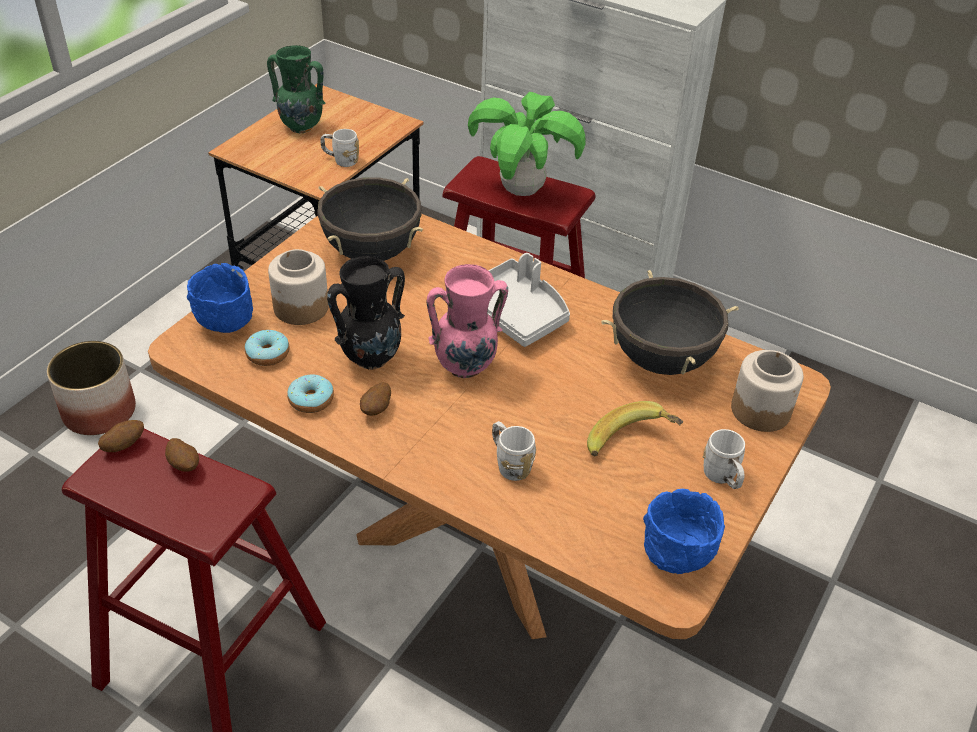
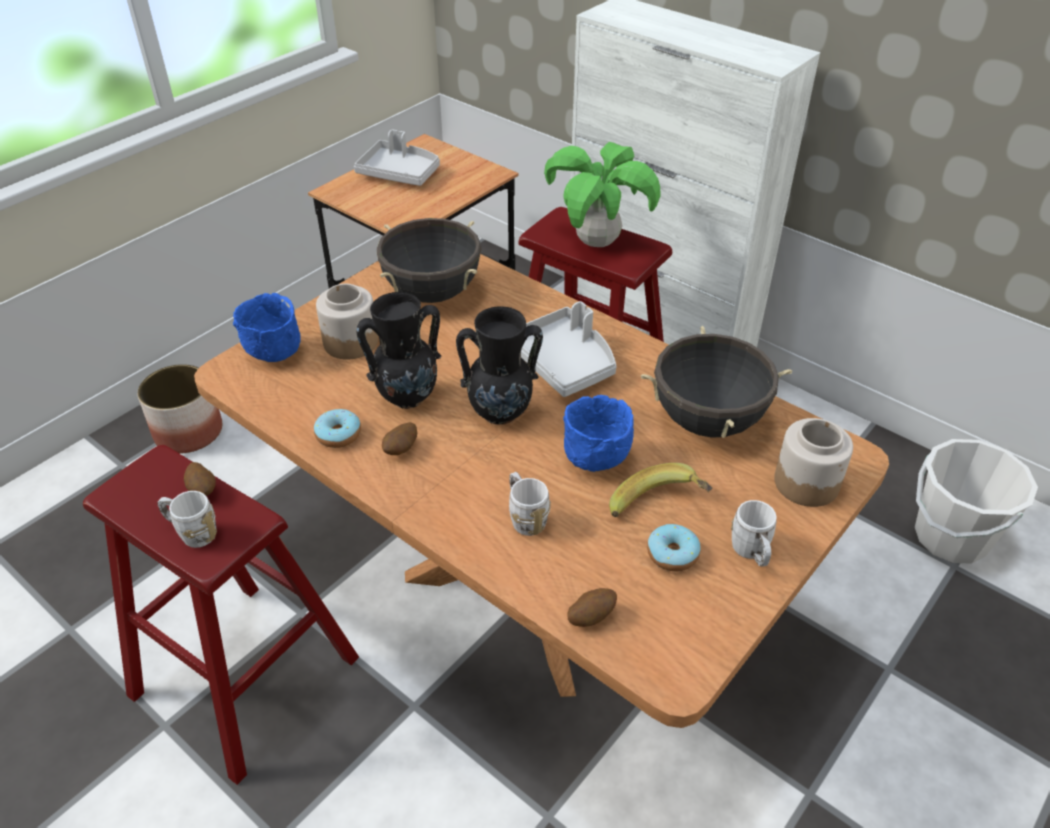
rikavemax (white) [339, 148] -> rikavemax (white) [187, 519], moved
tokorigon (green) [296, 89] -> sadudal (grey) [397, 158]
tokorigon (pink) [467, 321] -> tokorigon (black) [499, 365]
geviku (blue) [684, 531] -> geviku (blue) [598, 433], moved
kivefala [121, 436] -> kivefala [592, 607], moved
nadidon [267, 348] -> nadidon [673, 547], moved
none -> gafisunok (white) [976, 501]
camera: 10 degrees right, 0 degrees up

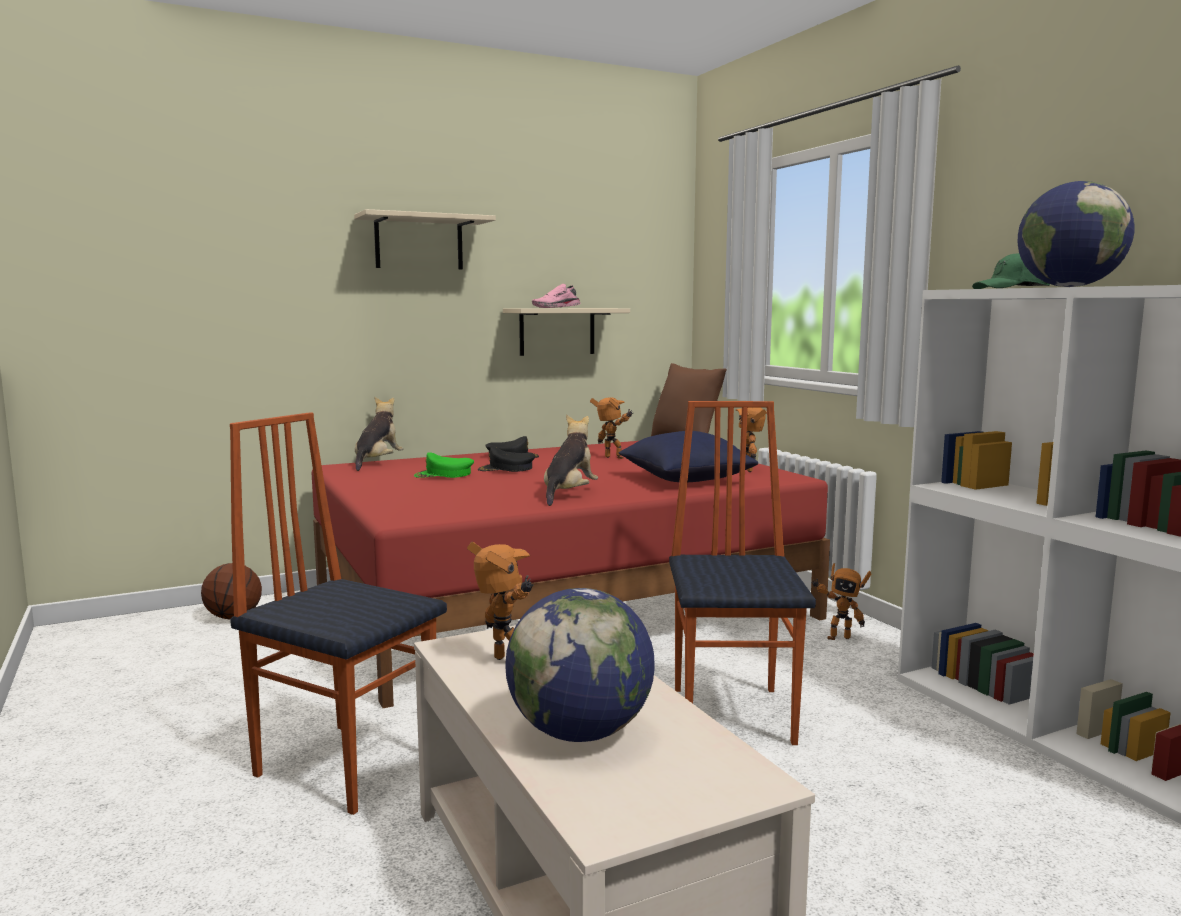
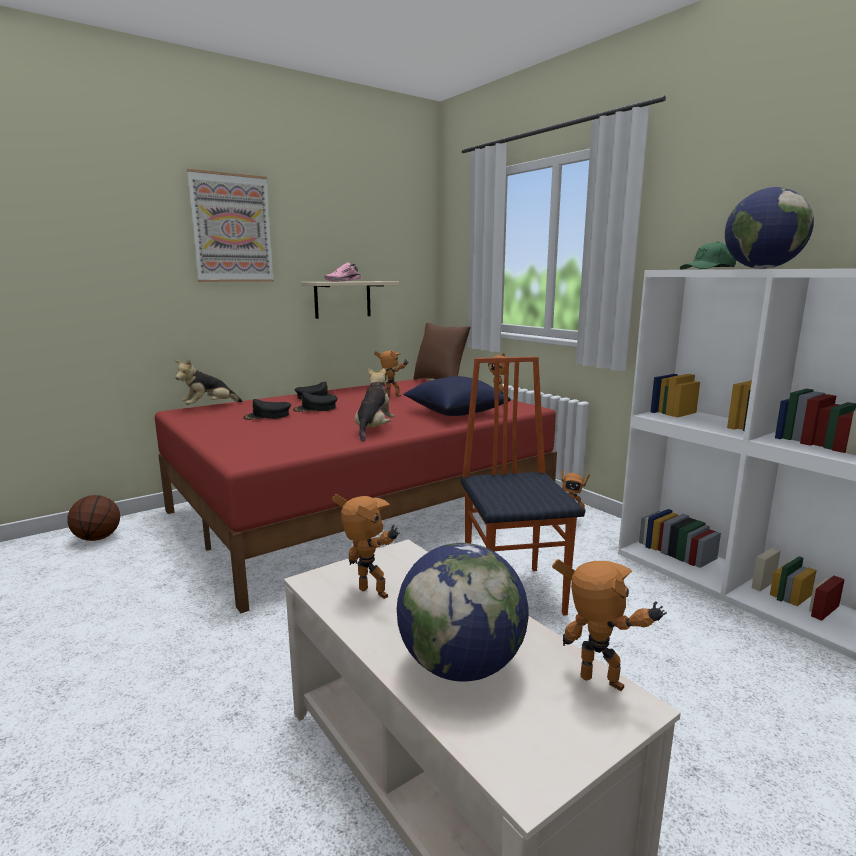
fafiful [379, 434] -> fafiful [209, 382], 135 degrees counterclockwise
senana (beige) [425, 239] -> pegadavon [230, 225]
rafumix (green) [444, 465] -> rafumix (black) [267, 409]
none -> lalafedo [609, 625]
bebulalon [338, 613] -> none
camera: 10 degrees left, 5 degrees up

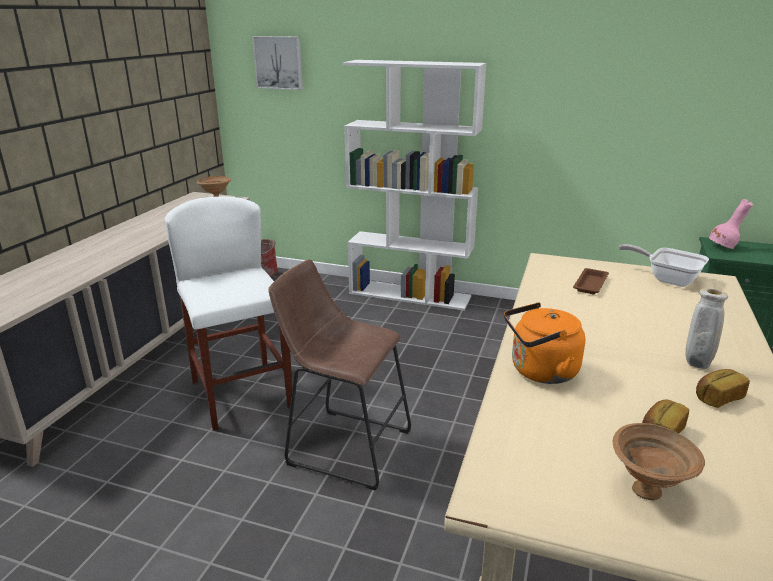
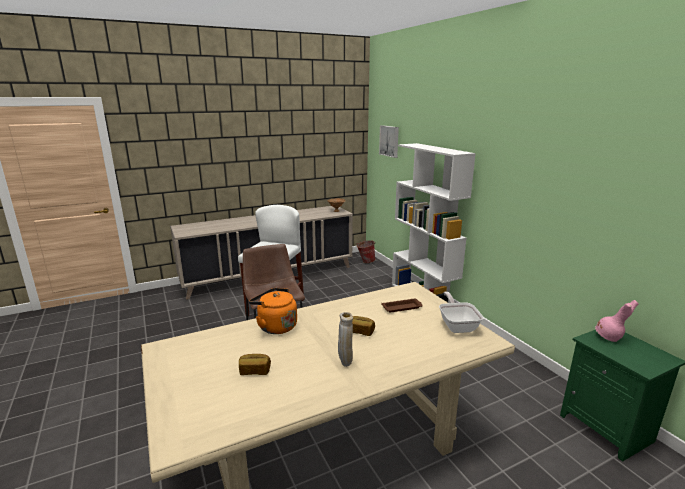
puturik [723, 388] -> puturik [363, 326], moved
geviku (brown) [659, 461] -> none
camera: 45 degrees right, 5 degrees down

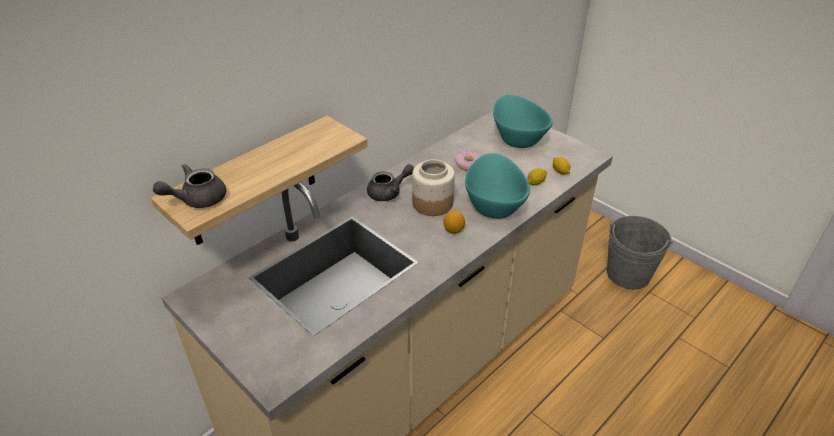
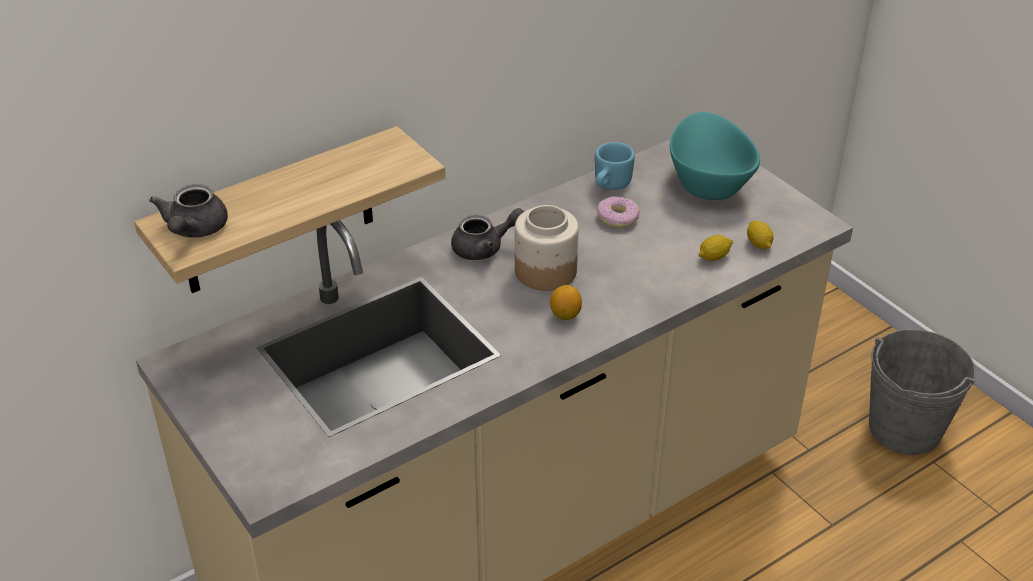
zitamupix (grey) [189, 186] -> zitamupix (grey) [188, 211], 60 degrees counterclockwise
none -> rikavemax (blue) [615, 166]
geviku (turquoise) [497, 186] -> none
camera: 10 degrees right, 0 degrees up

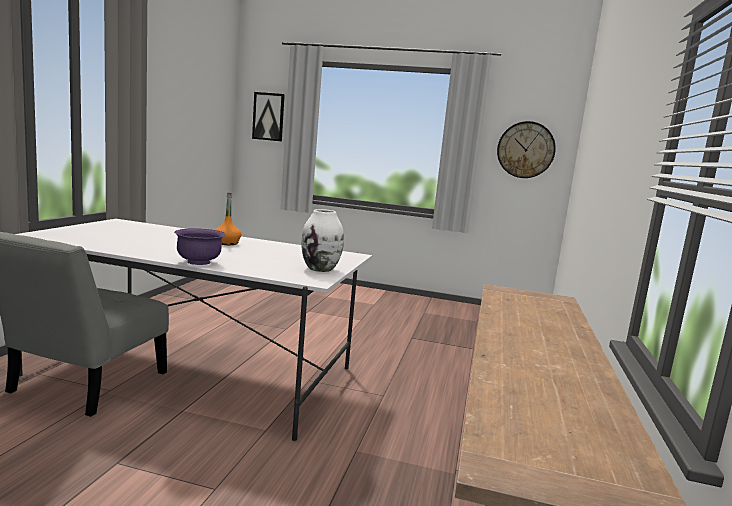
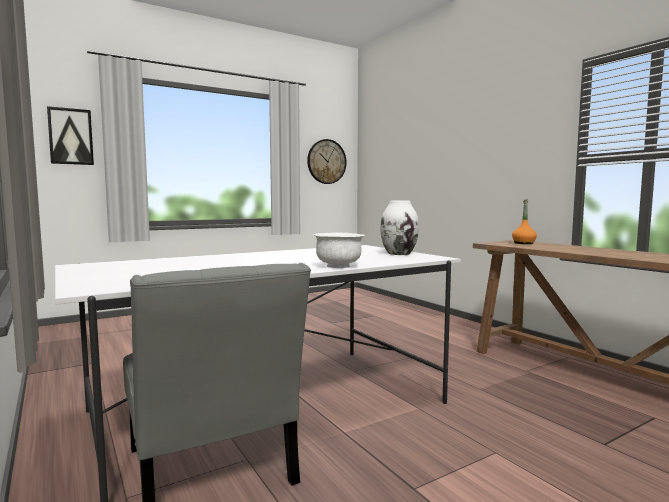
geviku (purple) [199, 246] -> geviku (white) [339, 250]
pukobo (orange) [228, 219] -> pukobo (orange) [524, 221], moved
camera: 45 degrees left, 5 degrees down

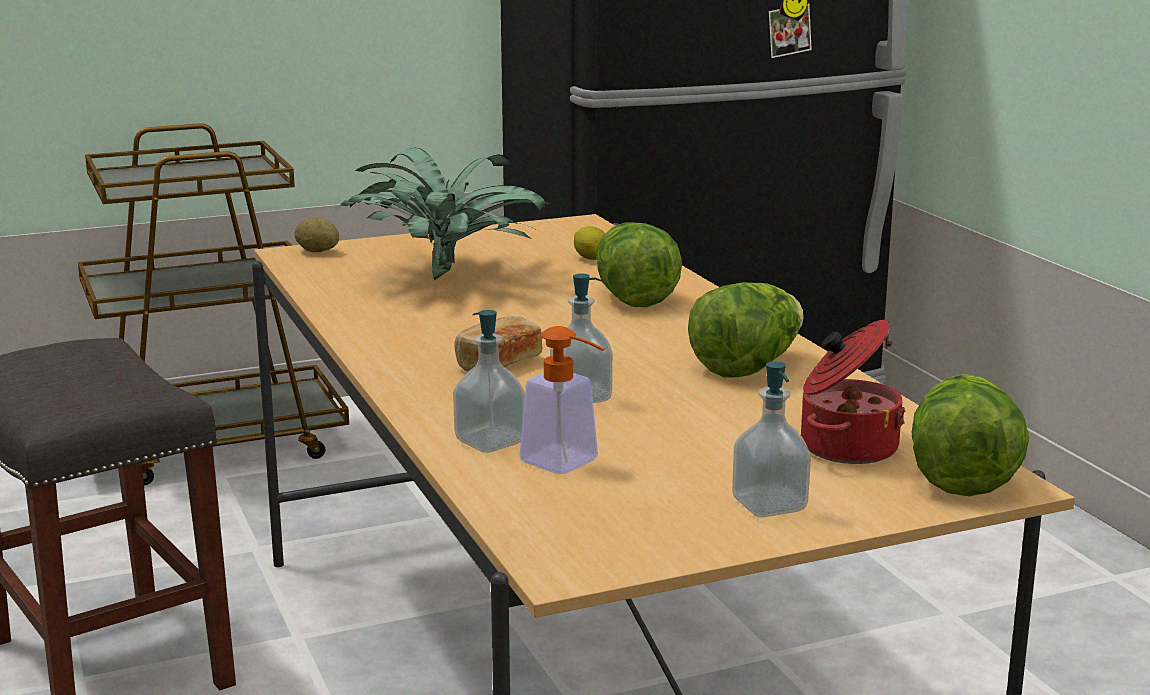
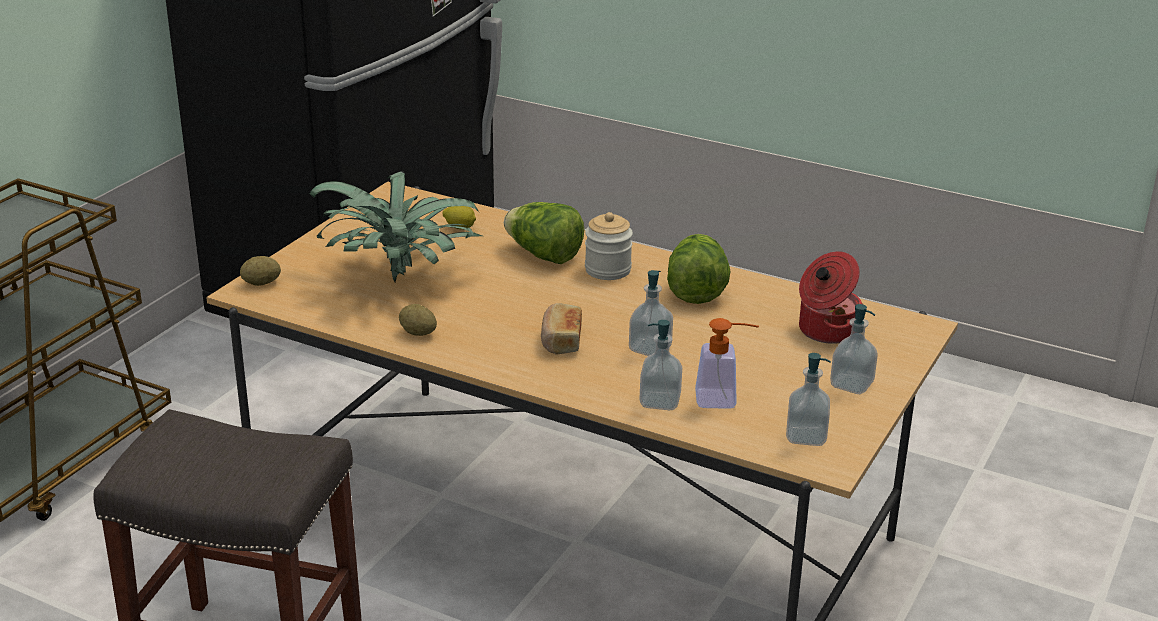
none -> kivefala [418, 320]
none -> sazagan [609, 246]
none -> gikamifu [808, 399]
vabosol [970, 435] -> none
camera: 40 degrees left, 10 degrees up

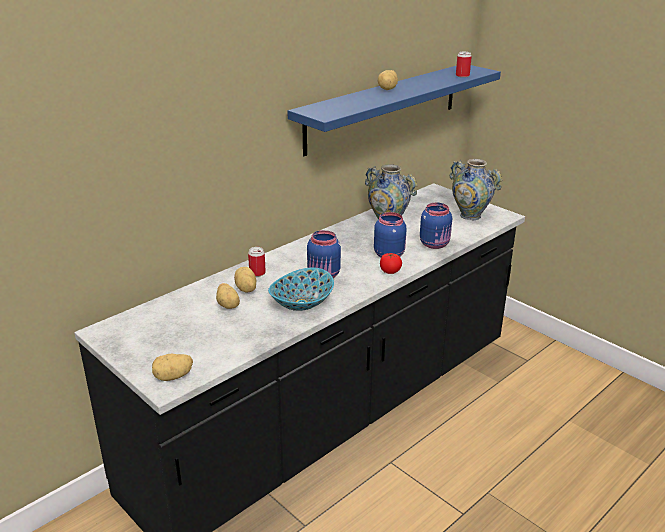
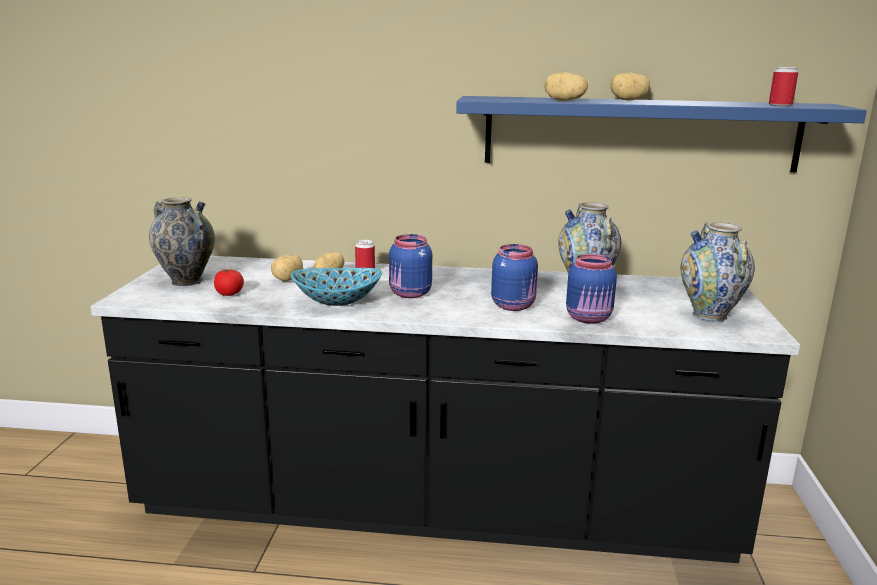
none -> tokorigon [182, 241]
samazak [391, 263] -> samazak [229, 282], moved
kivefala [172, 367] -> kivefala [566, 86], moved
camera: 50 degrees right, 10 degrees down

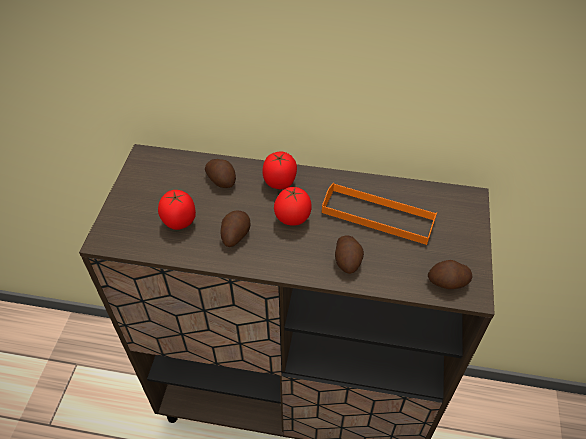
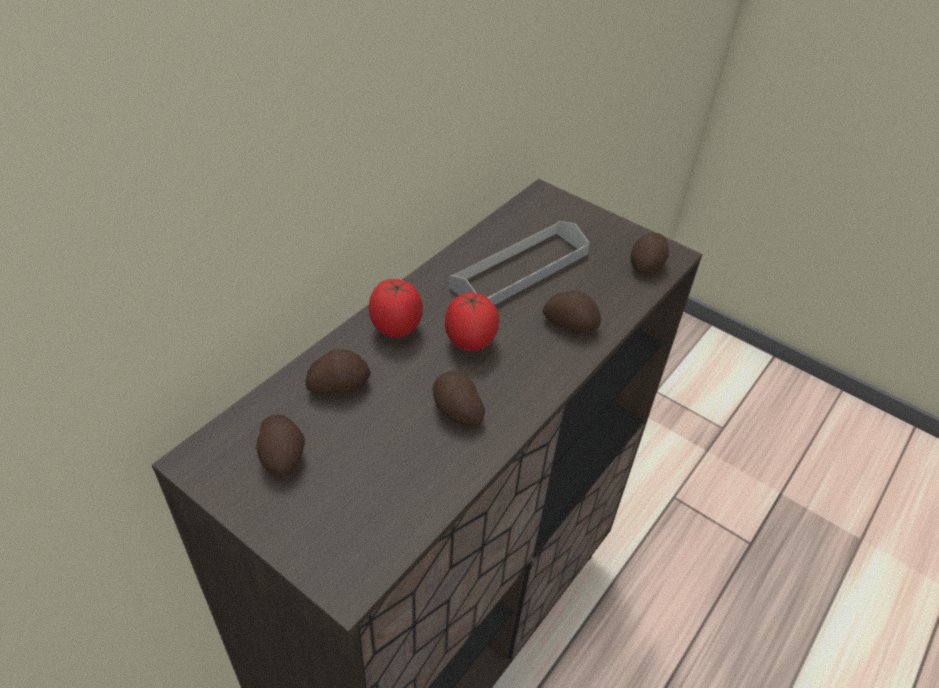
none -> kivefala [280, 446]
sadudal (orange) [379, 214] -> sadudal (grey) [519, 263]
samazak [177, 210] -> none
camera: 65 degrees left, 5 degrees down

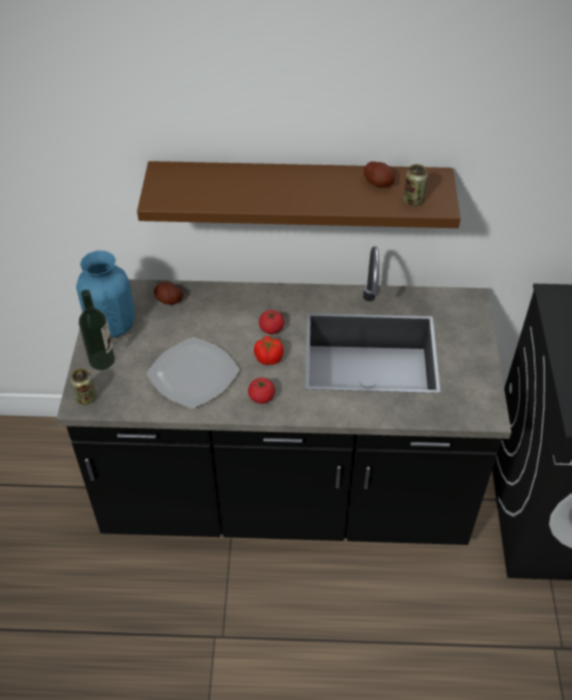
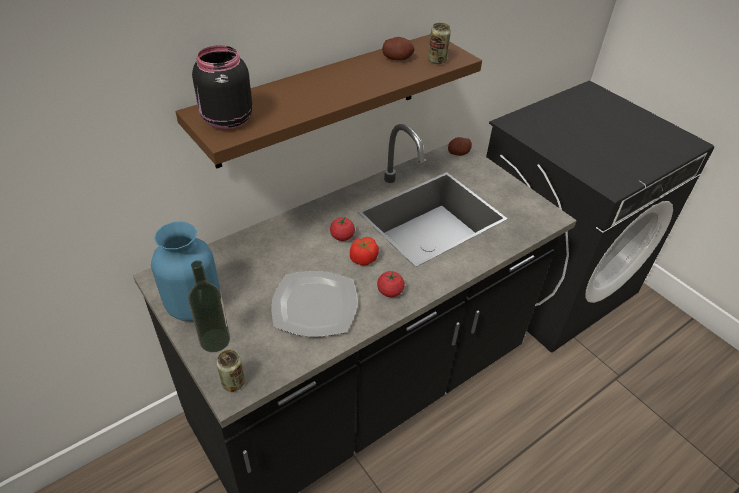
none -> sazagan (black) [222, 87]
kivefala [168, 293] -> kivefala [460, 146], moved
camera: 40 degrees left, 5 degrees down

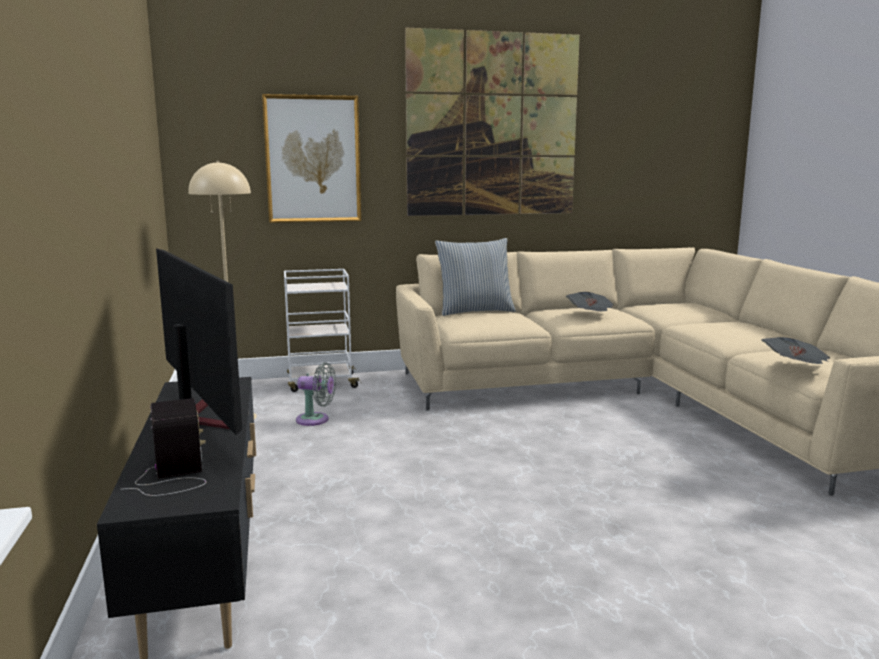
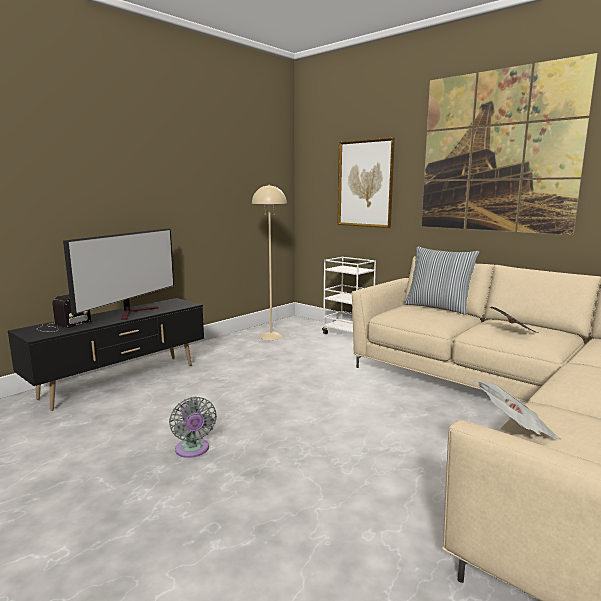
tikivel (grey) [316, 394] -> tikivel (grey) [193, 427], moved
camera: 55 degrees right, 0 degrees up

